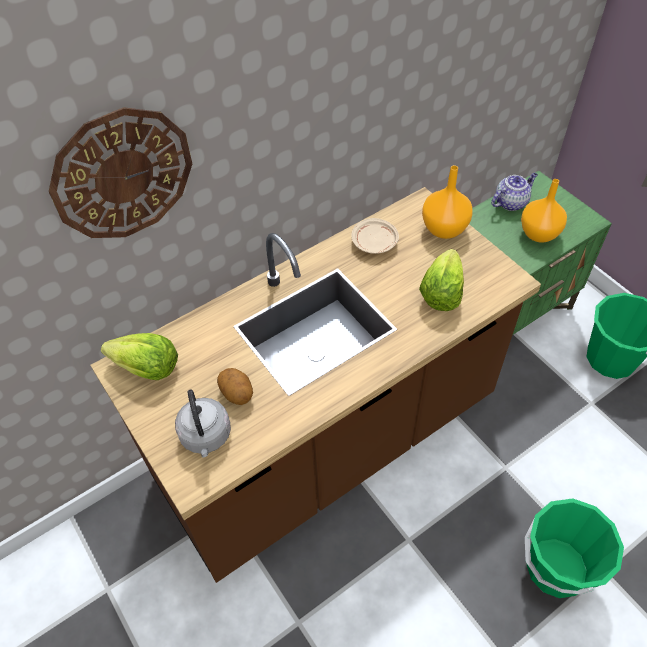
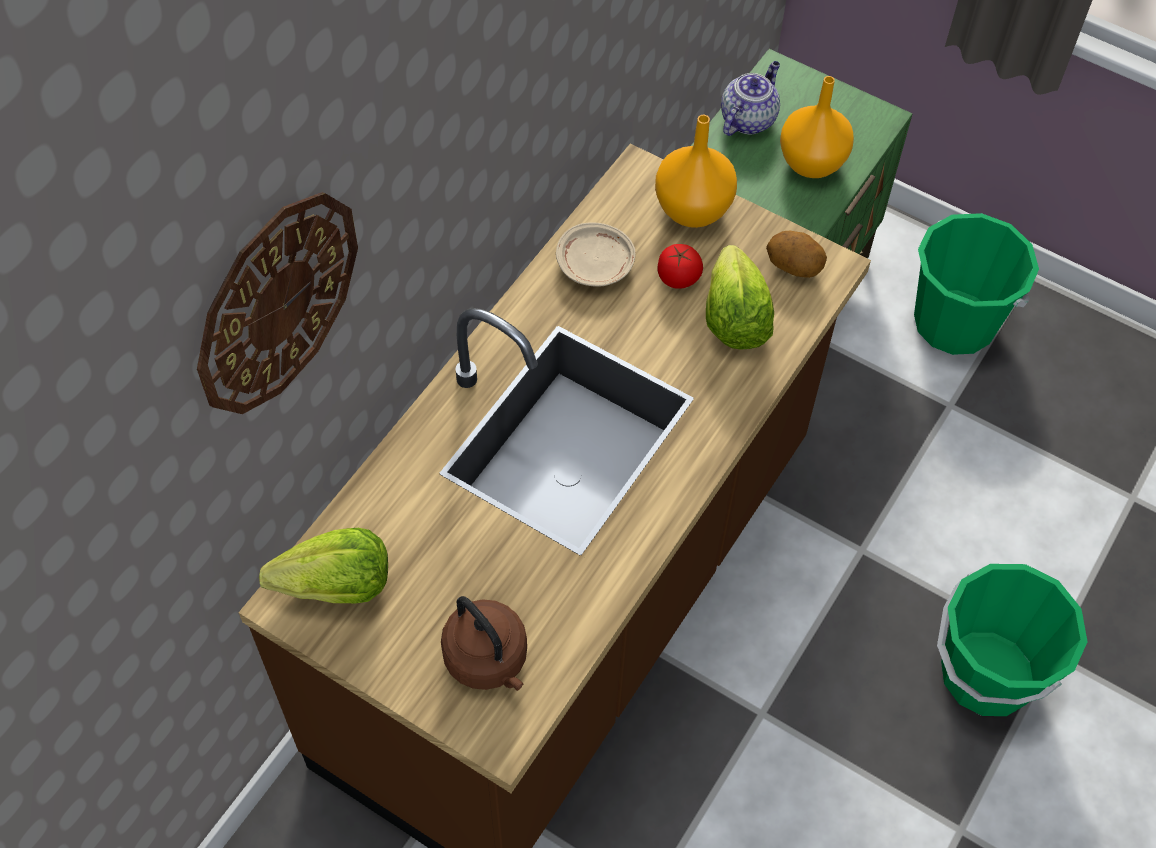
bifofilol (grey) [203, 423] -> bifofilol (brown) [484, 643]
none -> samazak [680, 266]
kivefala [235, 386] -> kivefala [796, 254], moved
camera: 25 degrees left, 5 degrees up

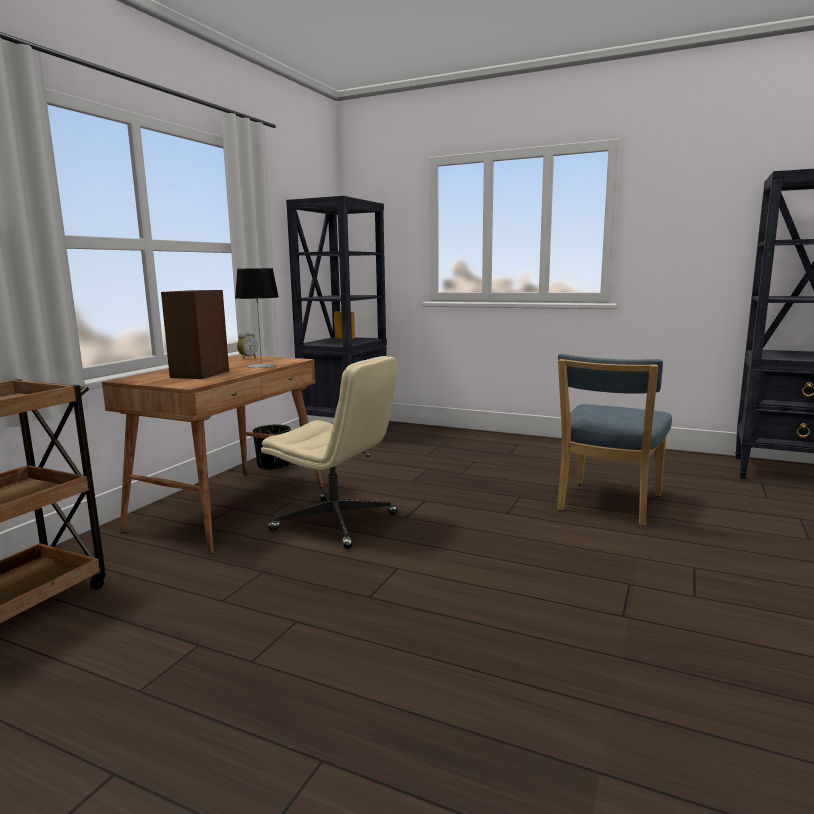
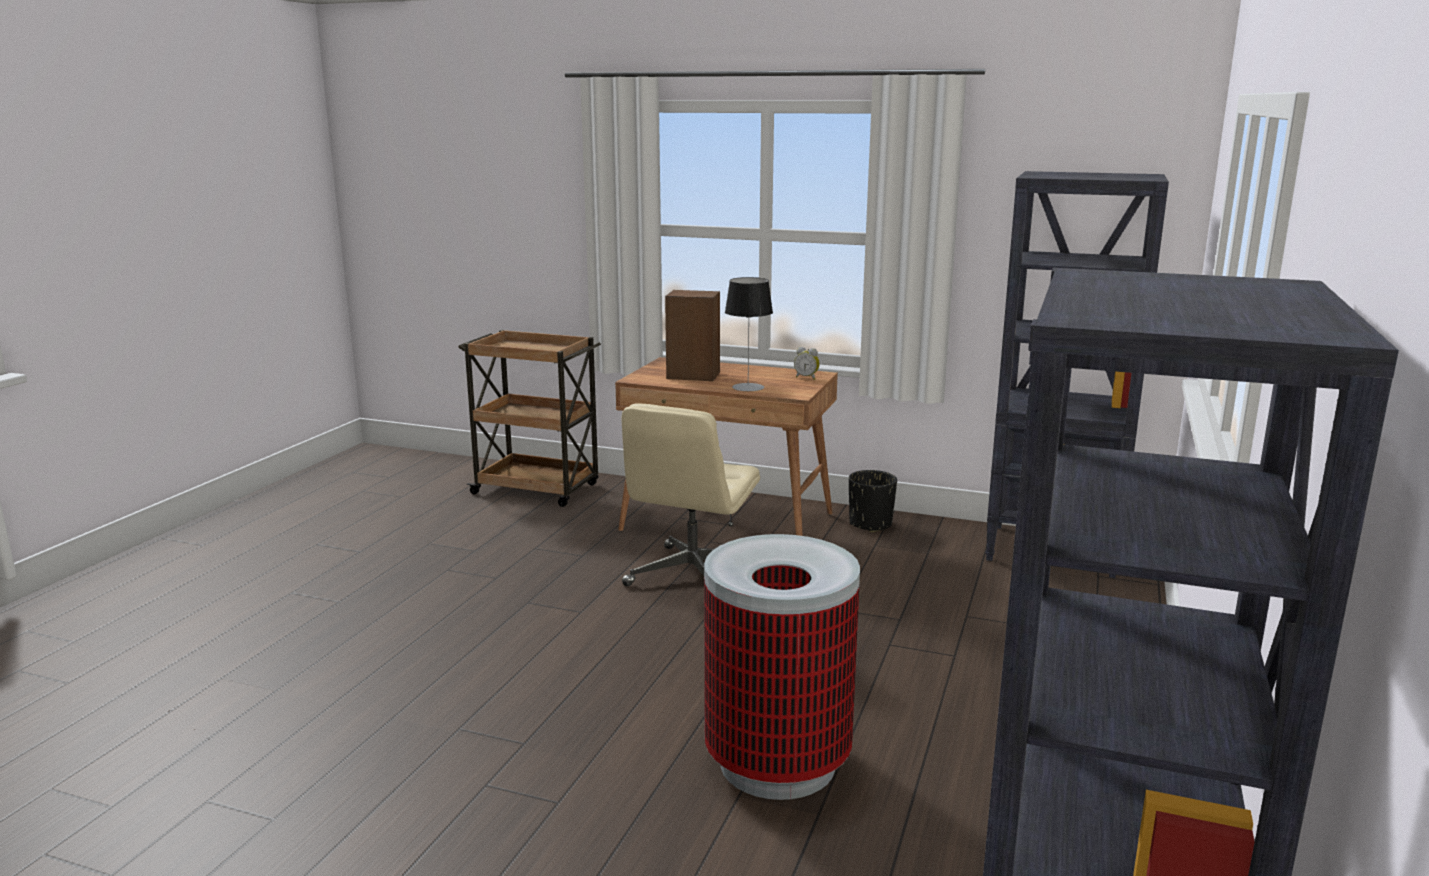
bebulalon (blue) [614, 440] -> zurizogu [782, 667]
camera: 85 degrees right, 5 degrees up

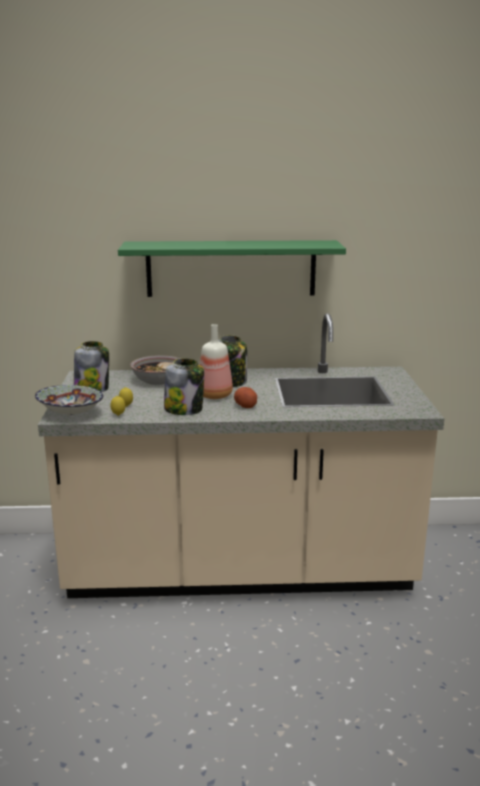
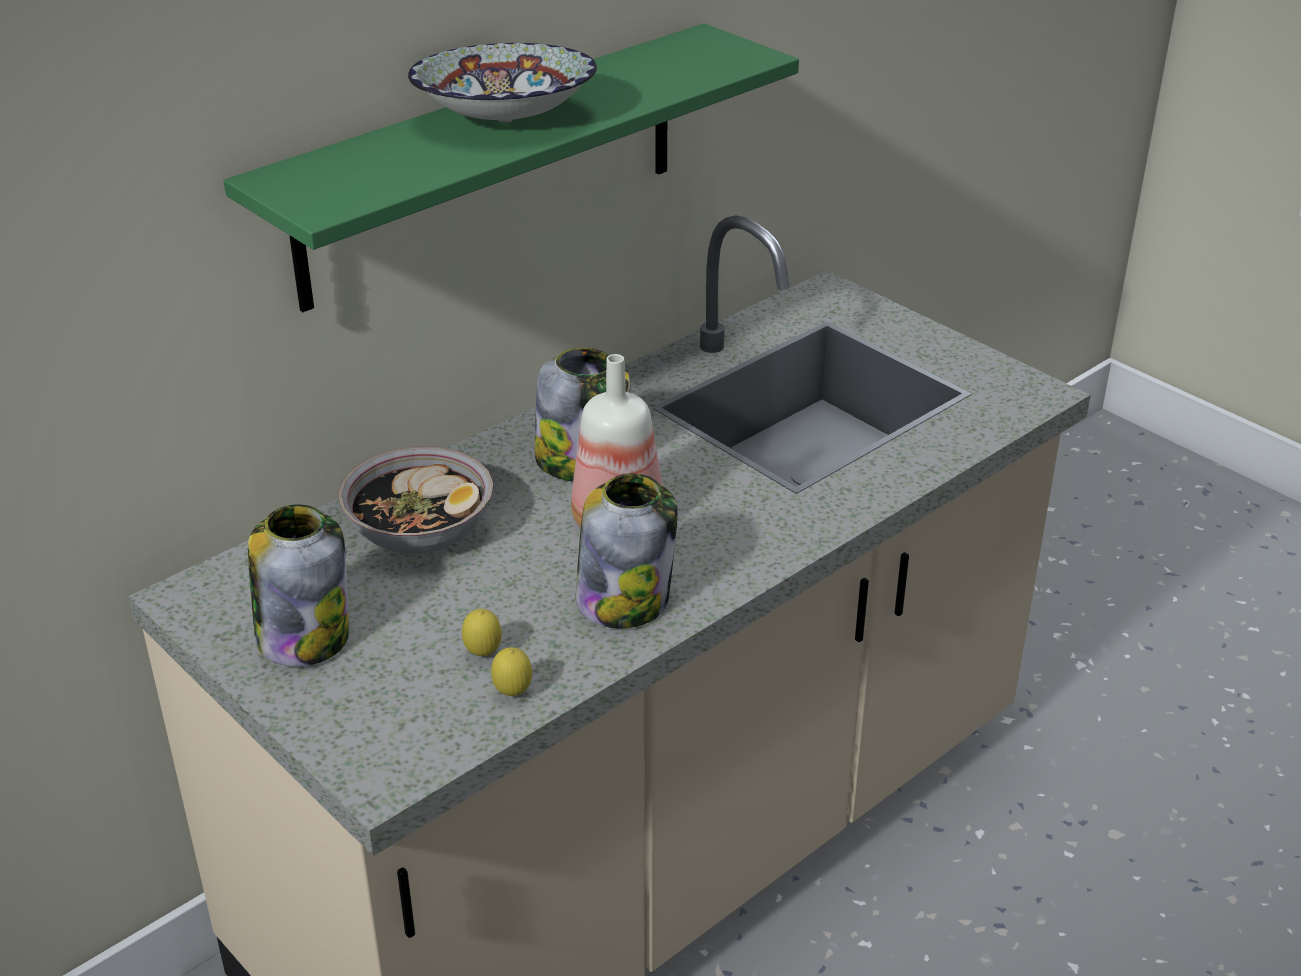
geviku [69, 400] -> geviku [502, 83], moved
kivefala [245, 397] -> none
camera: 40 degrees left, 15 degrees up

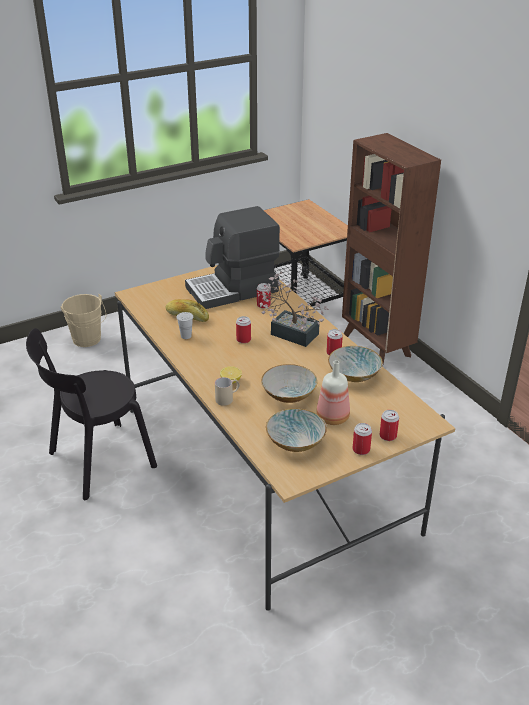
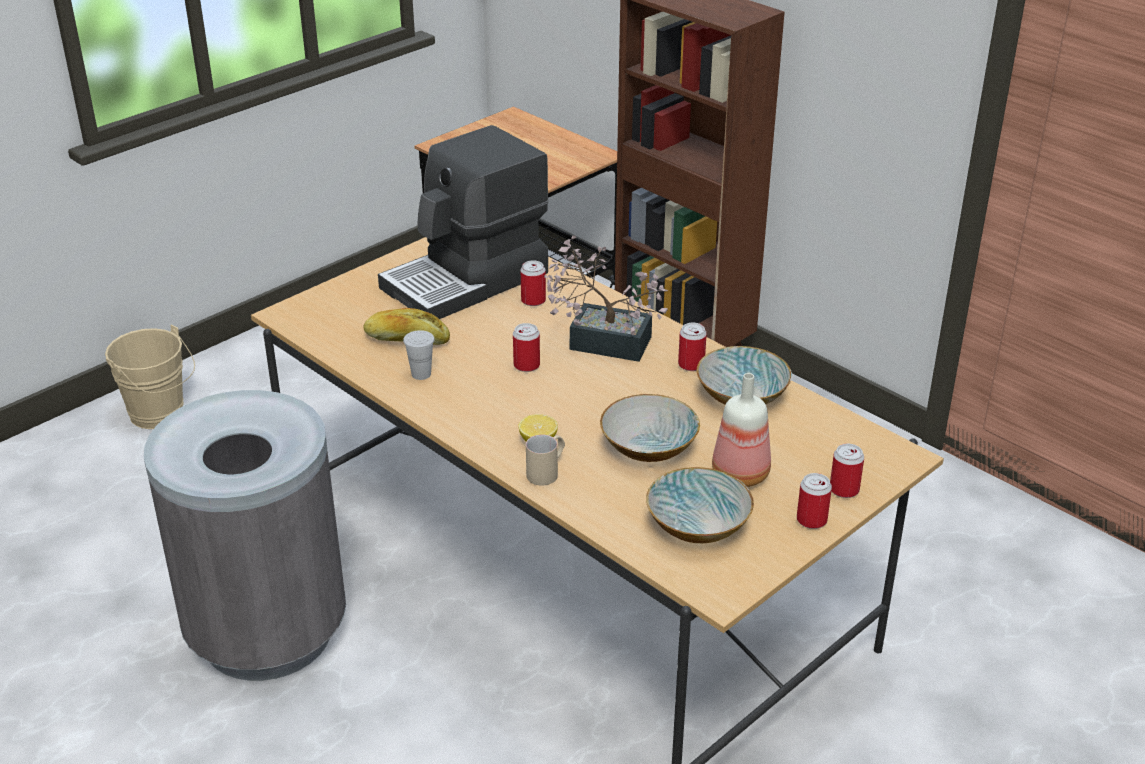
bebulalon (black) [91, 414] -> zurizogu (grey) [245, 535]
camera: 15 degrees left, 0 degrees up

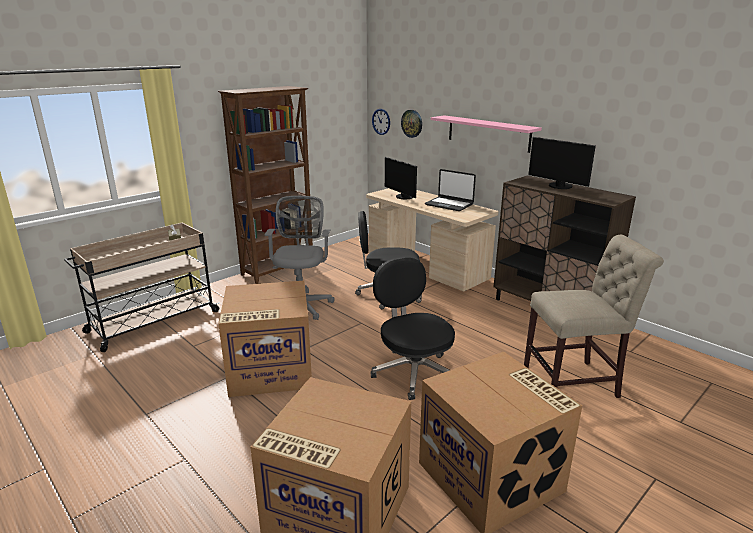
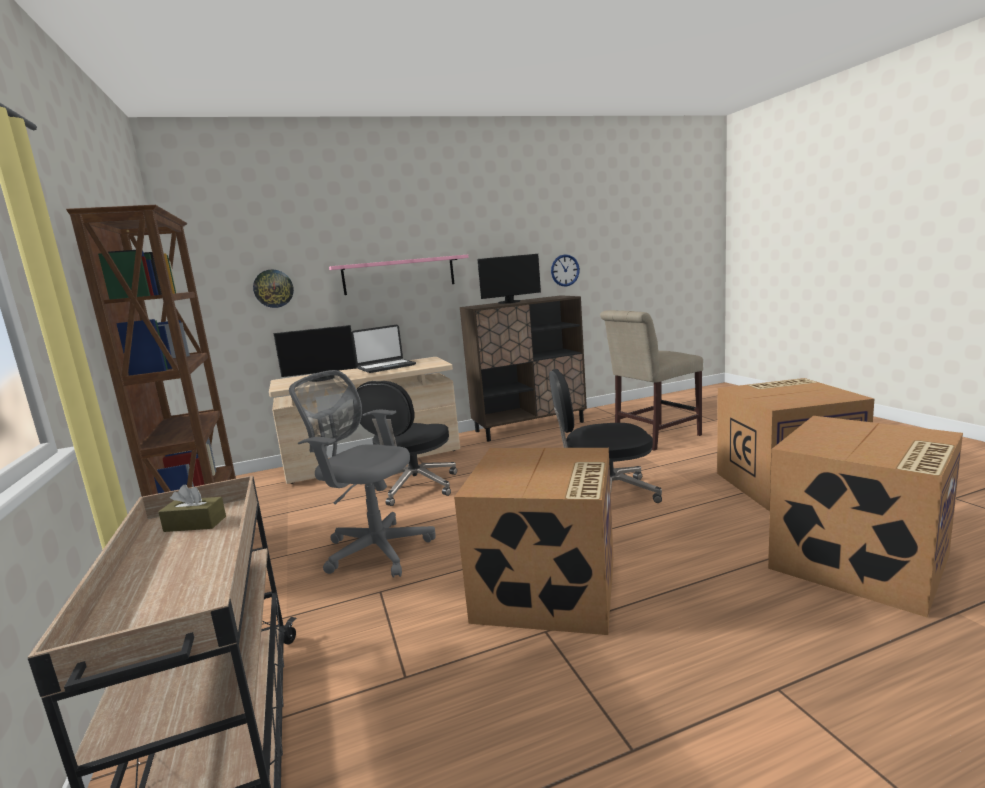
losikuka [381, 122] -> losikuka [565, 270], moved
bebulalon (beige) [594, 316] -> bebulalon (beige) [651, 380], 135 degrees counterclockwise
camera: 65 degrees left, 10 degrees down

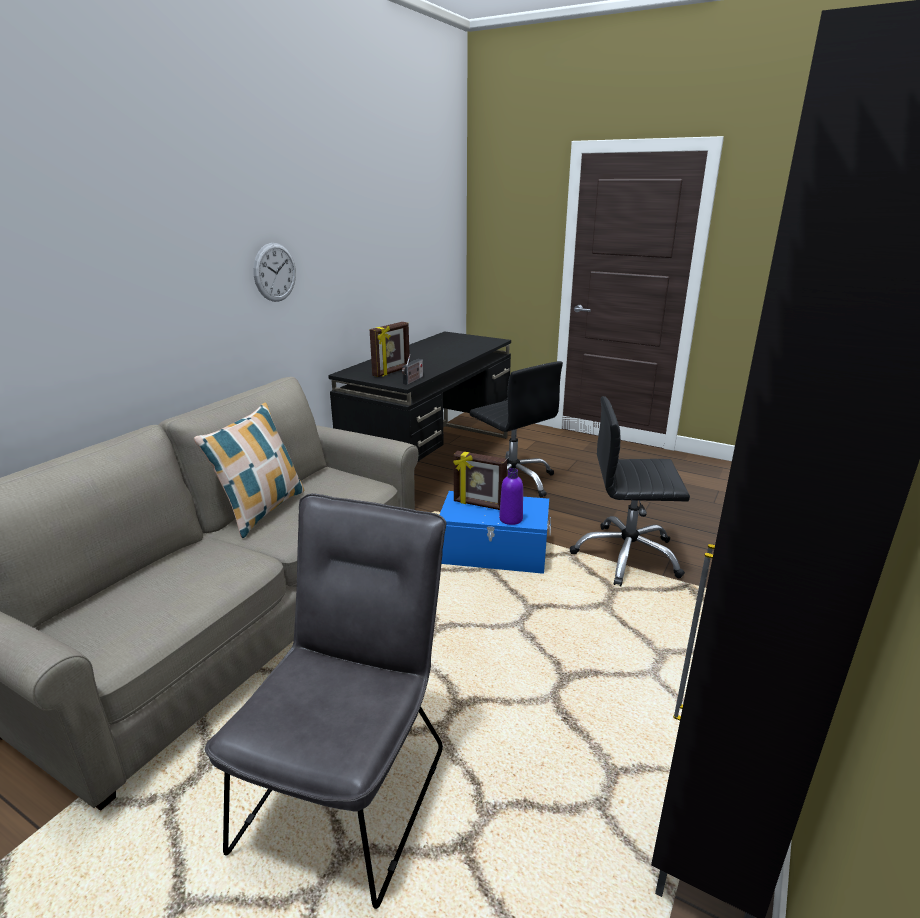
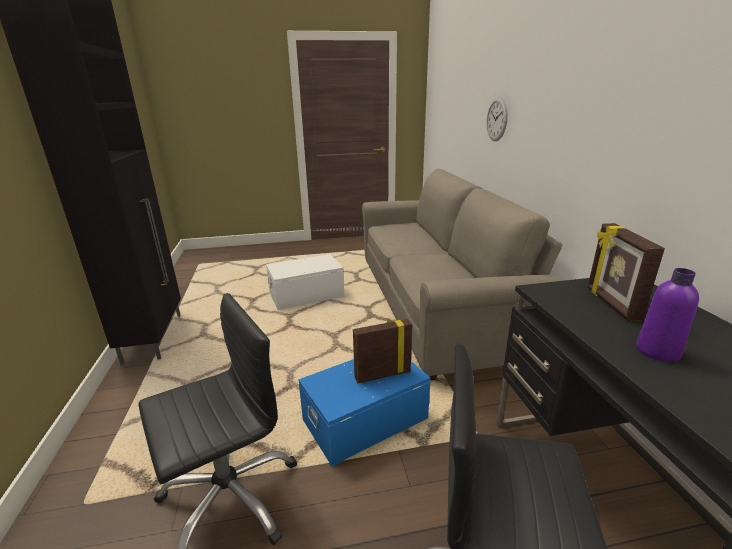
bebulalon (grey) [325, 701] -> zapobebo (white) [305, 282]
losikuka [274, 272] -> losikuka [497, 119], moved
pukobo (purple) [511, 496] -> pukobo (purple) [668, 315], moved
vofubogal [249, 470] -> none
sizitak [412, 369] -> none
camera: 140 degrees right, 0 degrees up

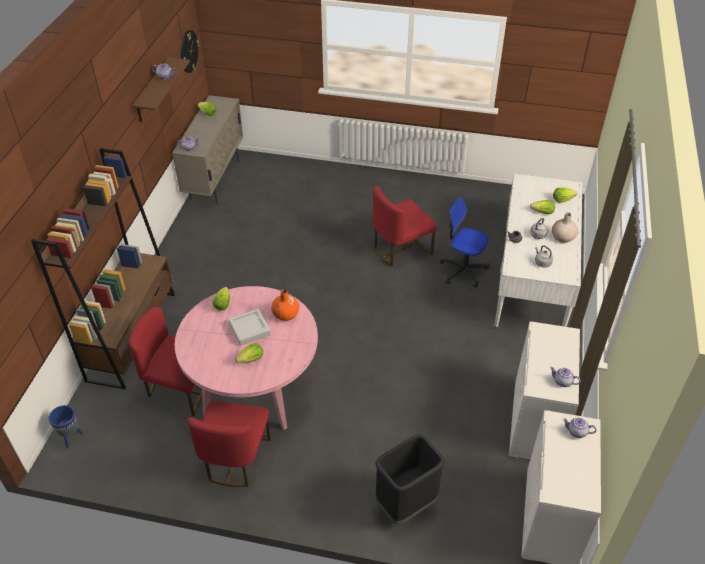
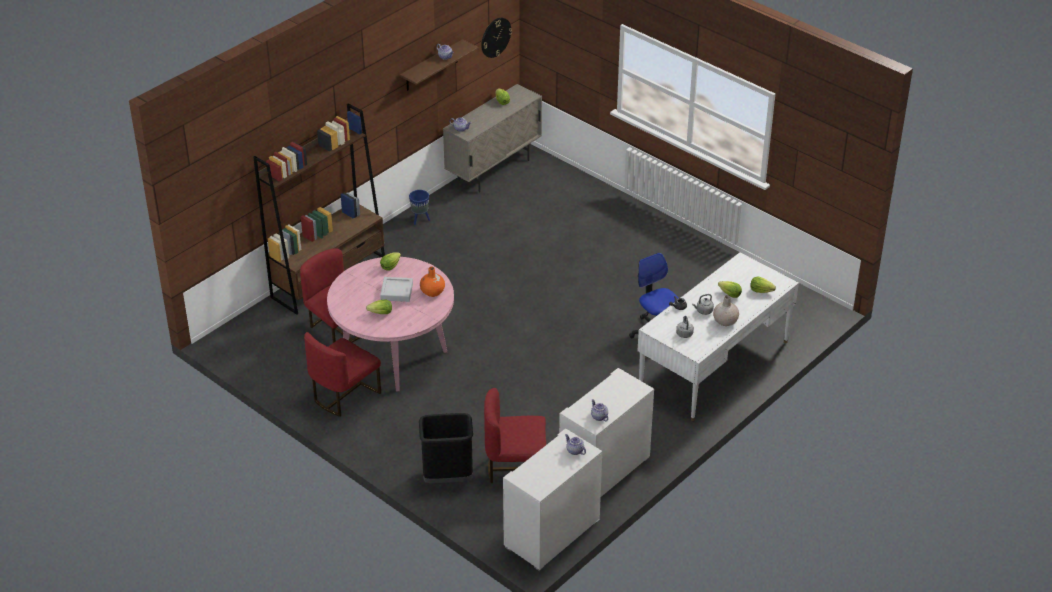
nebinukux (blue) [65, 426] -> nebinukux (blue) [419, 207], moved
bebulalon (red) [404, 226] -> bebulalon (red) [515, 435], moved
camera: 30 degrees right, 5 degrees down

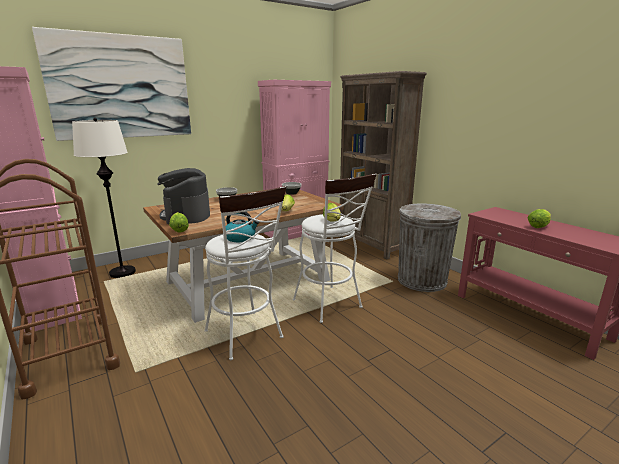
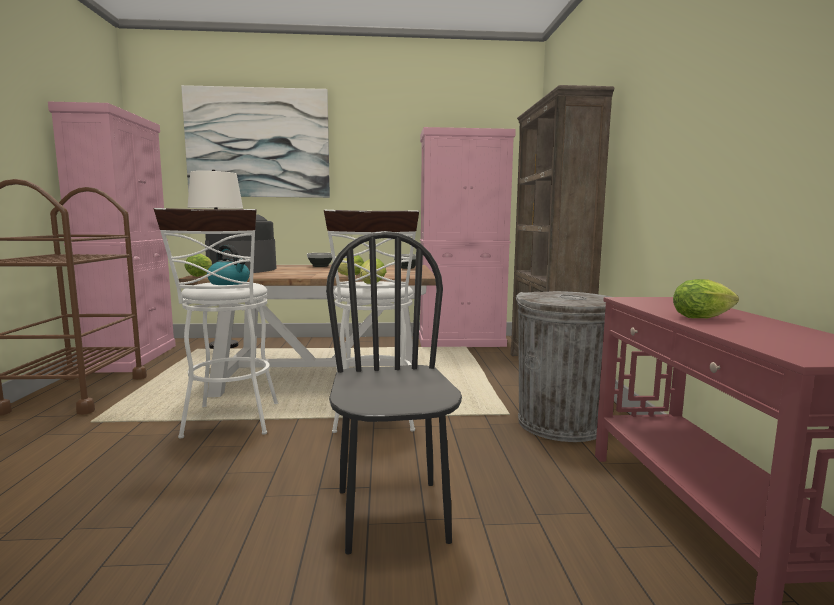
none -> bebulalon (black) [394, 392]
camera: 30 degrees right, 10 degrees down

